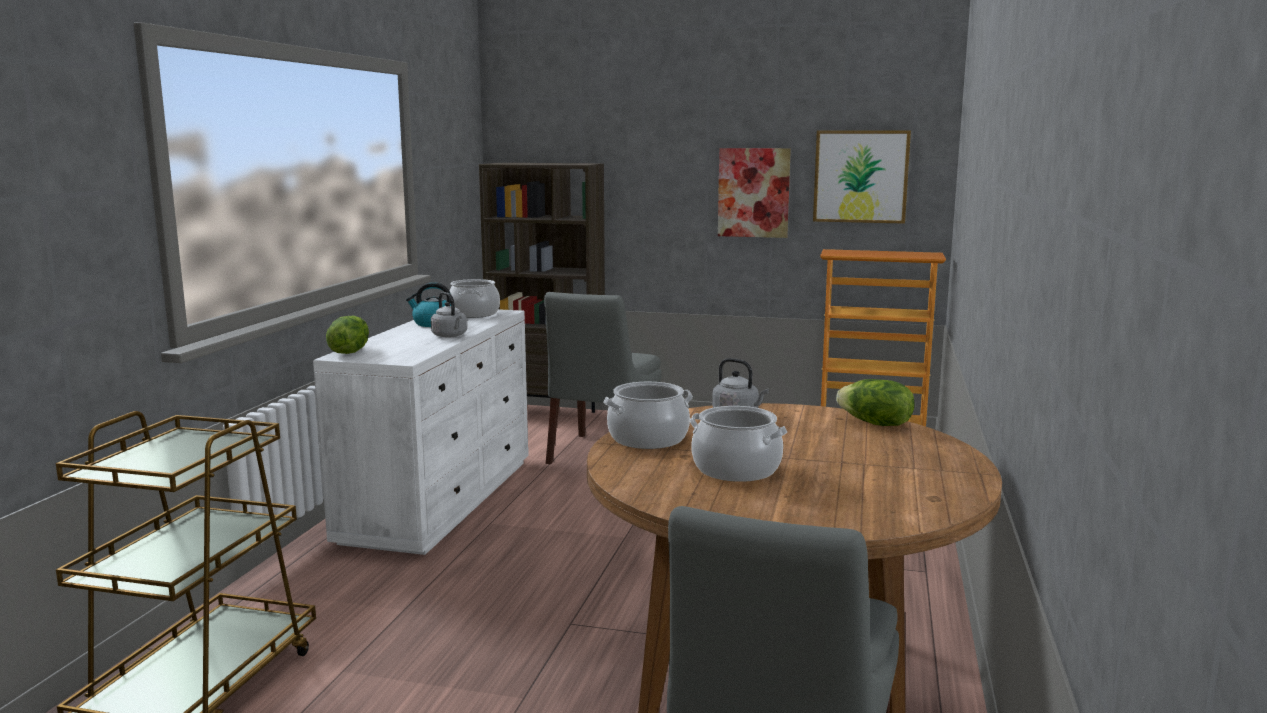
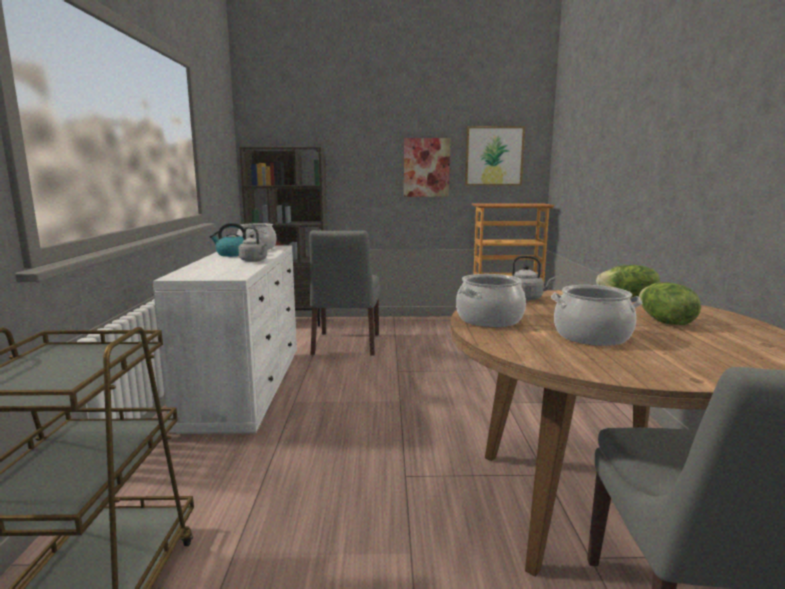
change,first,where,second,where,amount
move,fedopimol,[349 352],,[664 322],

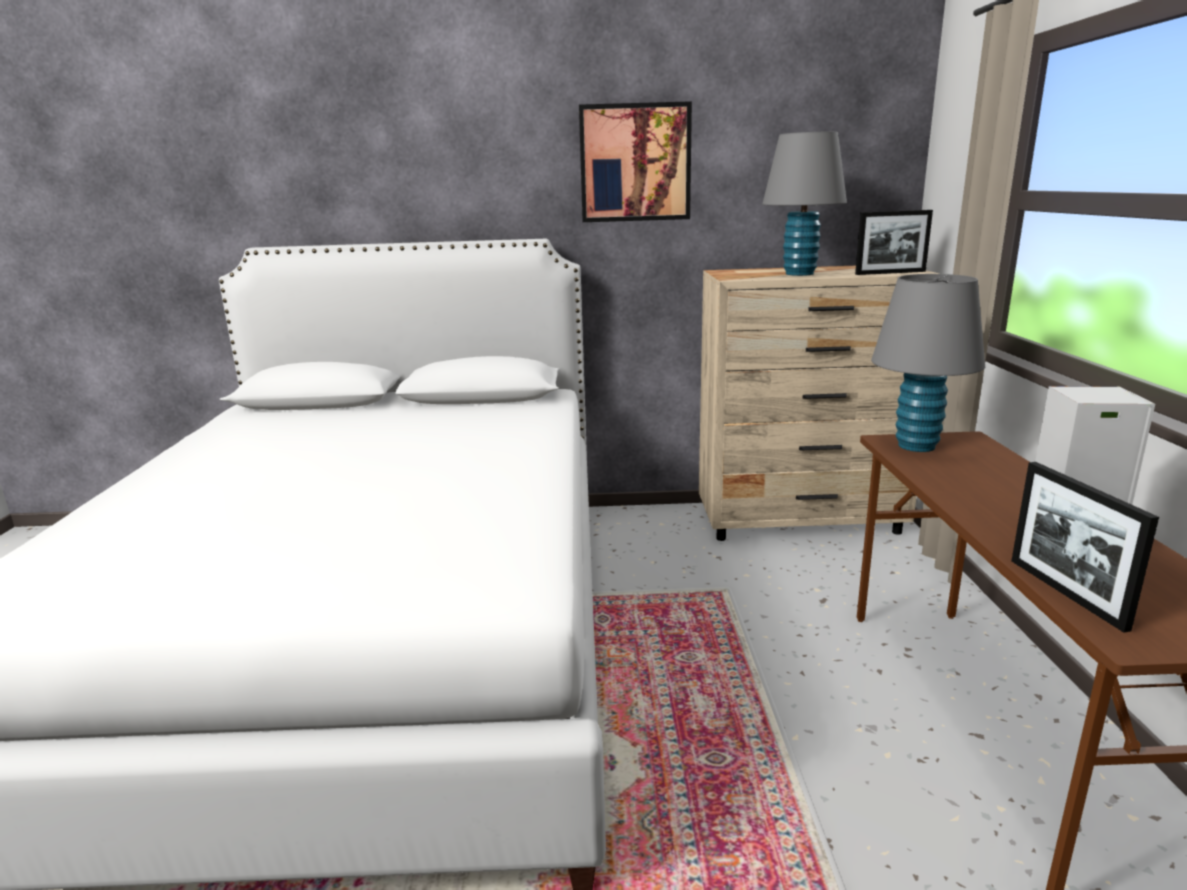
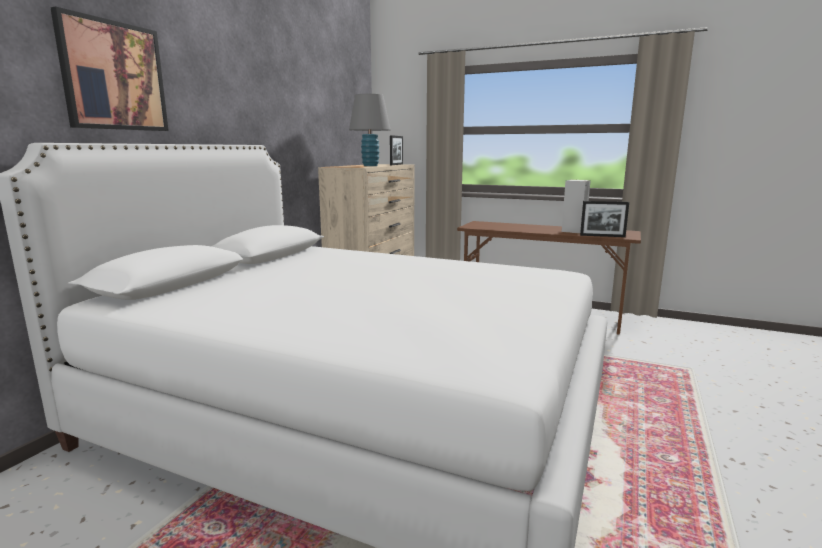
change,first,where,second,where,amount
delete,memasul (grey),[916 446],,,
move,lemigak,[635 163],,[113 76],

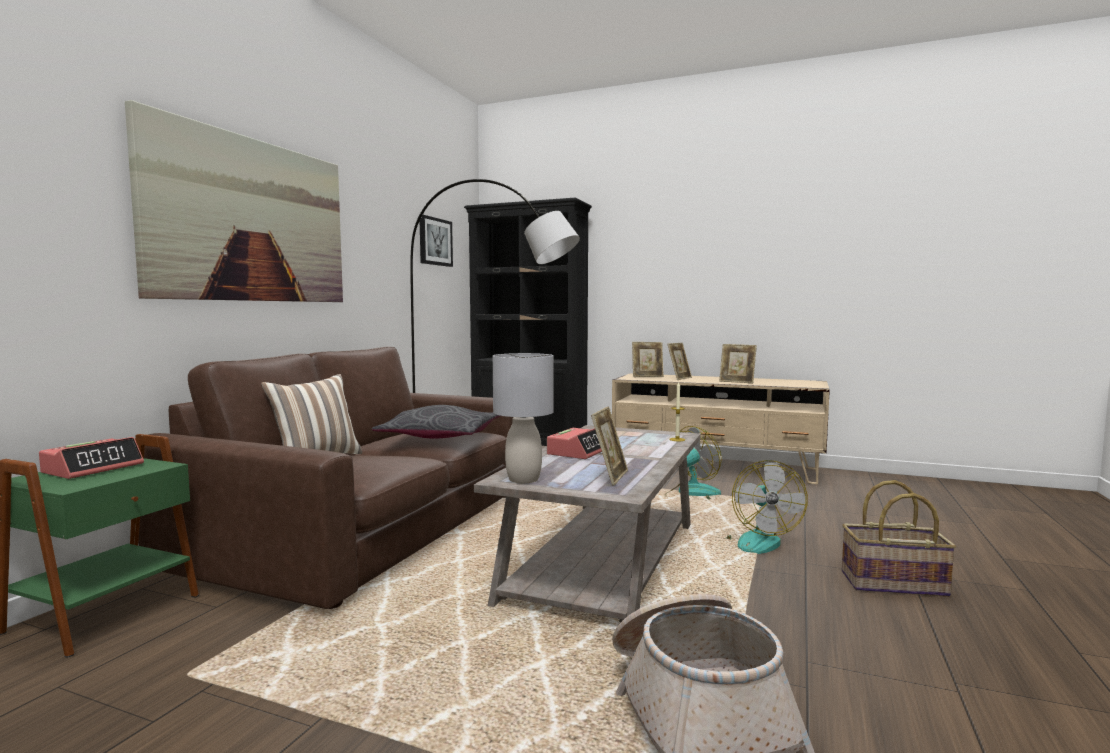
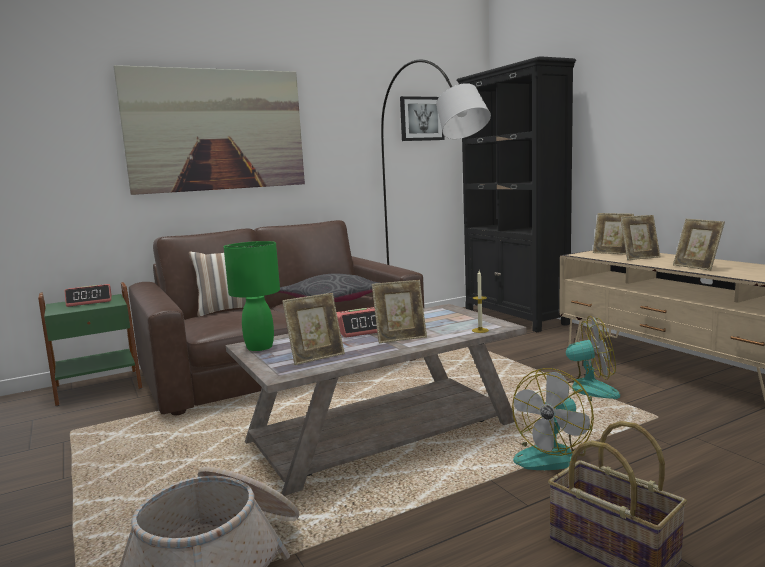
change,first,where,second,where,amount
insert,,,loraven,[400 338],
recolor,memasul (grey),[523 479],memasul (green),[259 347],

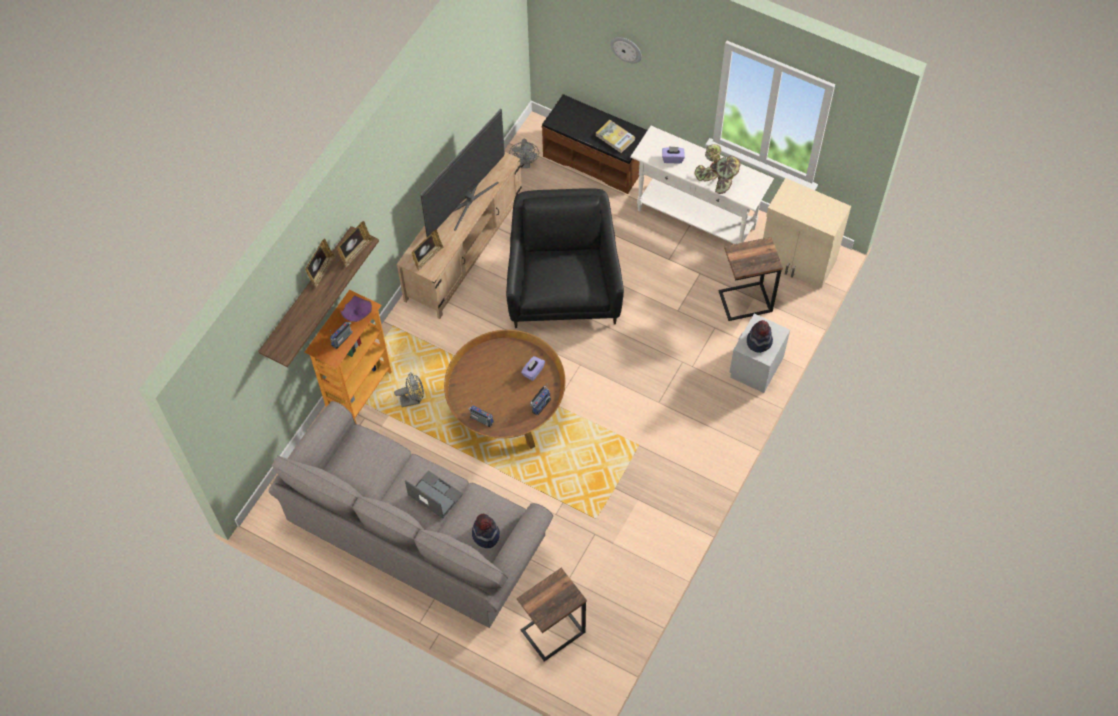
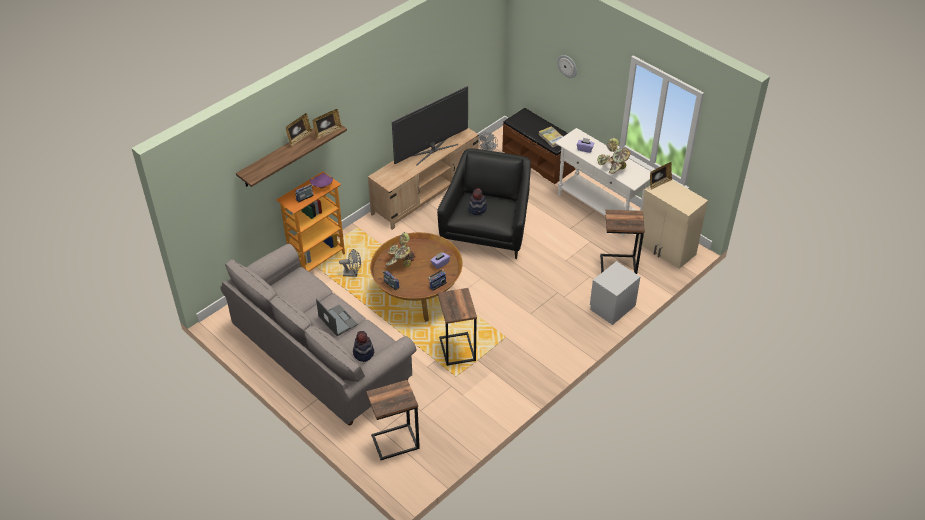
change,first,where,second,where,amount
insert,,,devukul,[399 261],
insert,,,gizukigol,[456 349],
move,loraven,[427 257],,[659 183],
move,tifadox,[759 341],,[477 209],

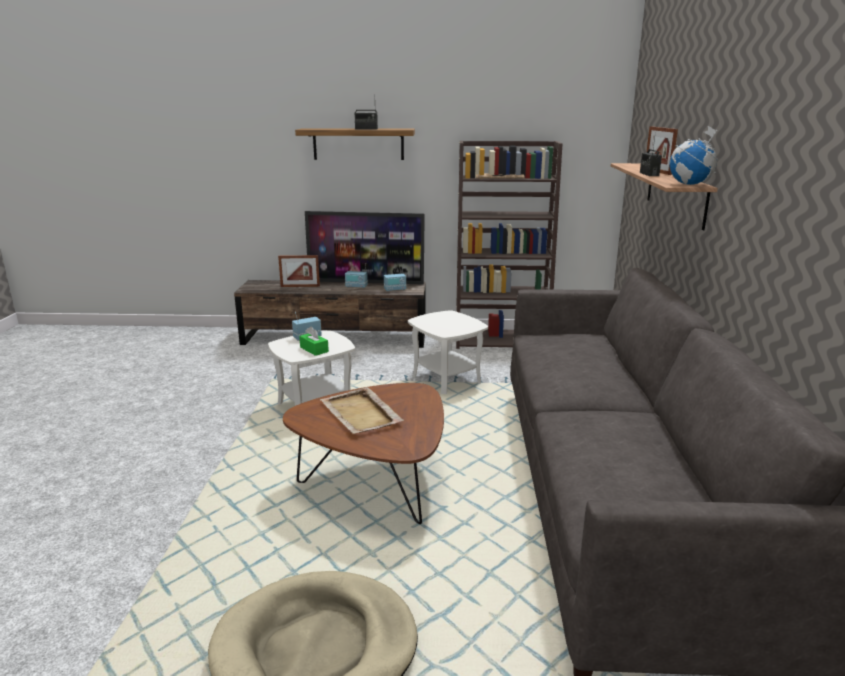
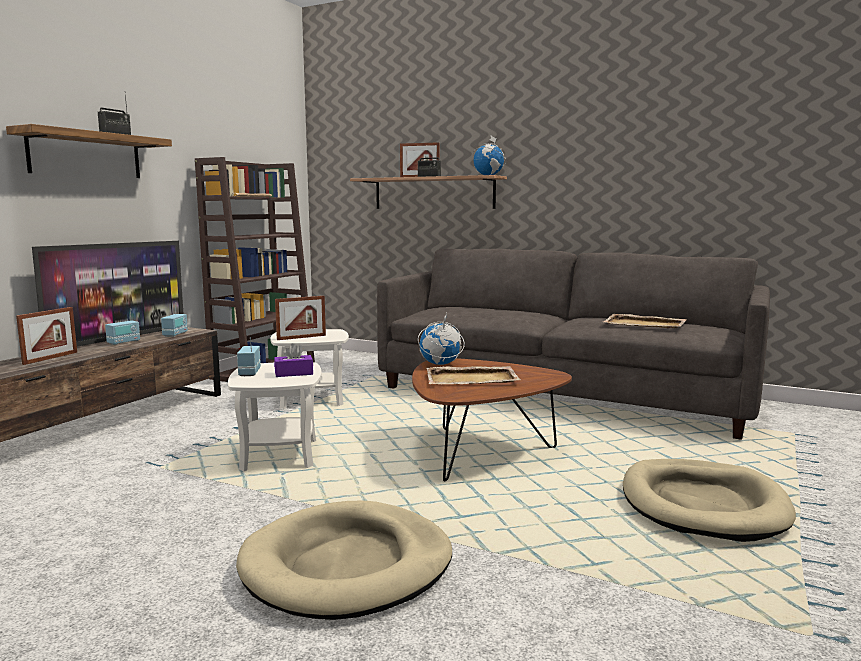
change,first,where,second,where,amount
insert,,,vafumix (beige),[347 566],
insert,,,loraven,[301 337],
insert,,,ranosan,[440 364],
insert,,,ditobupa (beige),[645 324],
recolor,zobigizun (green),[314 349],zobigizun (purple),[294 373],

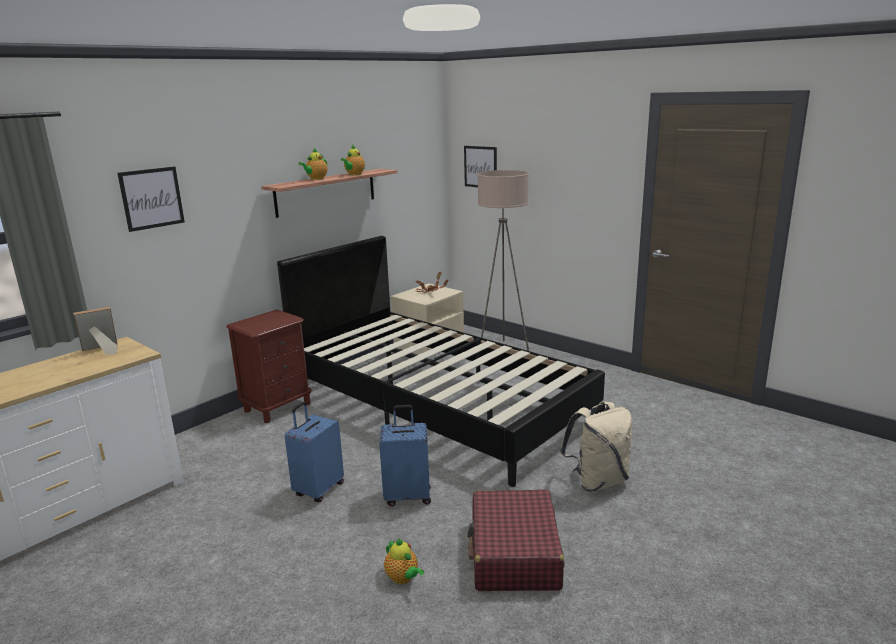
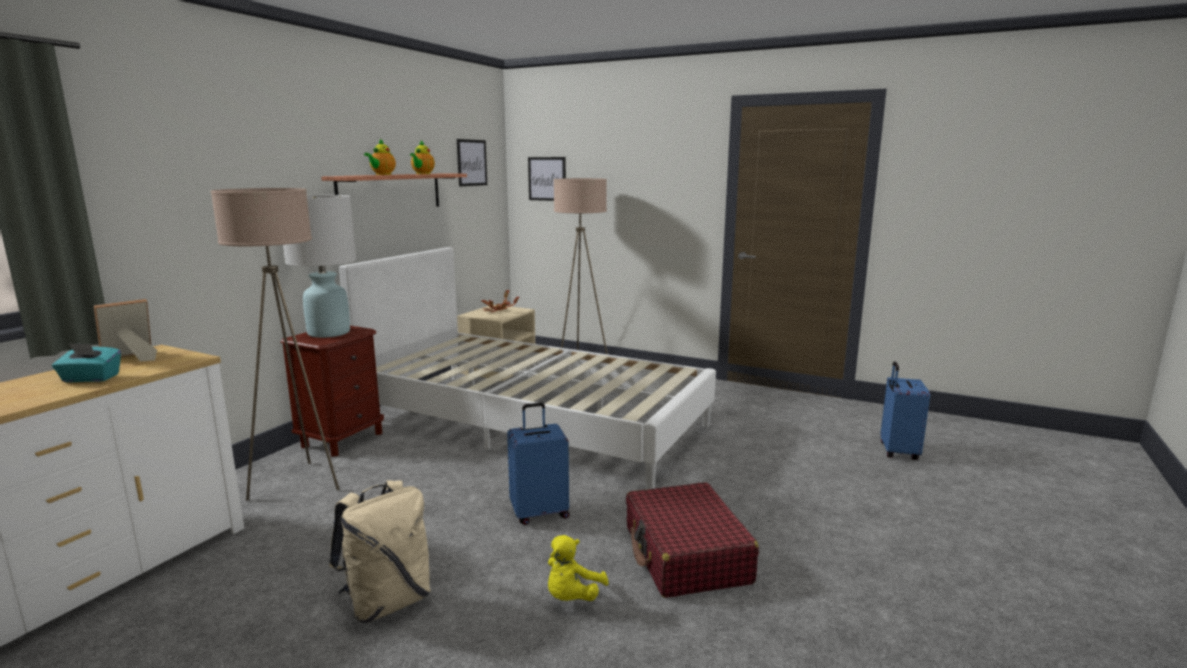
change,first,where,second,where,amount
insert,,,zobigizun (turquoise),[91 378],
insert,,,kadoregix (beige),[298 484],
insert,,,memasul (white),[329 333],
move,lemigak,[152 198],,[471 162],
move,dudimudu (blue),[318 490],,[897 452],
move,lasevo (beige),[598 481],,[387 601],
replace,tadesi,[403 578],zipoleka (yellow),[572 597],
recolor,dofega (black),[436 404],dofega (white),[532 422],

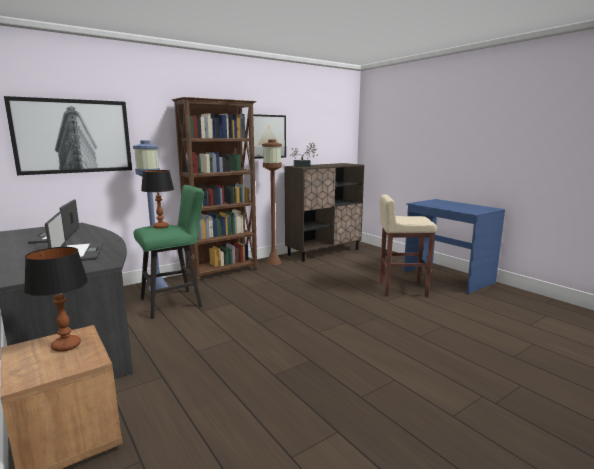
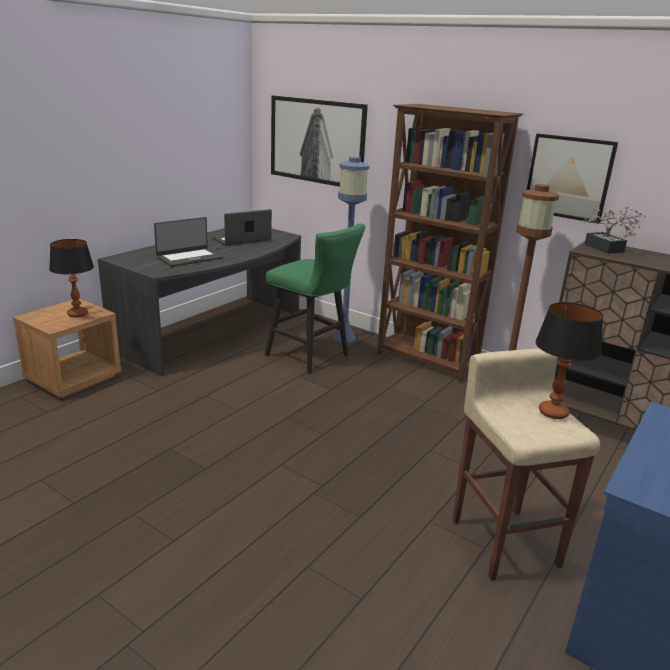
change,first,where,second,where,amount
move,memasul,[160 227],,[553 412],

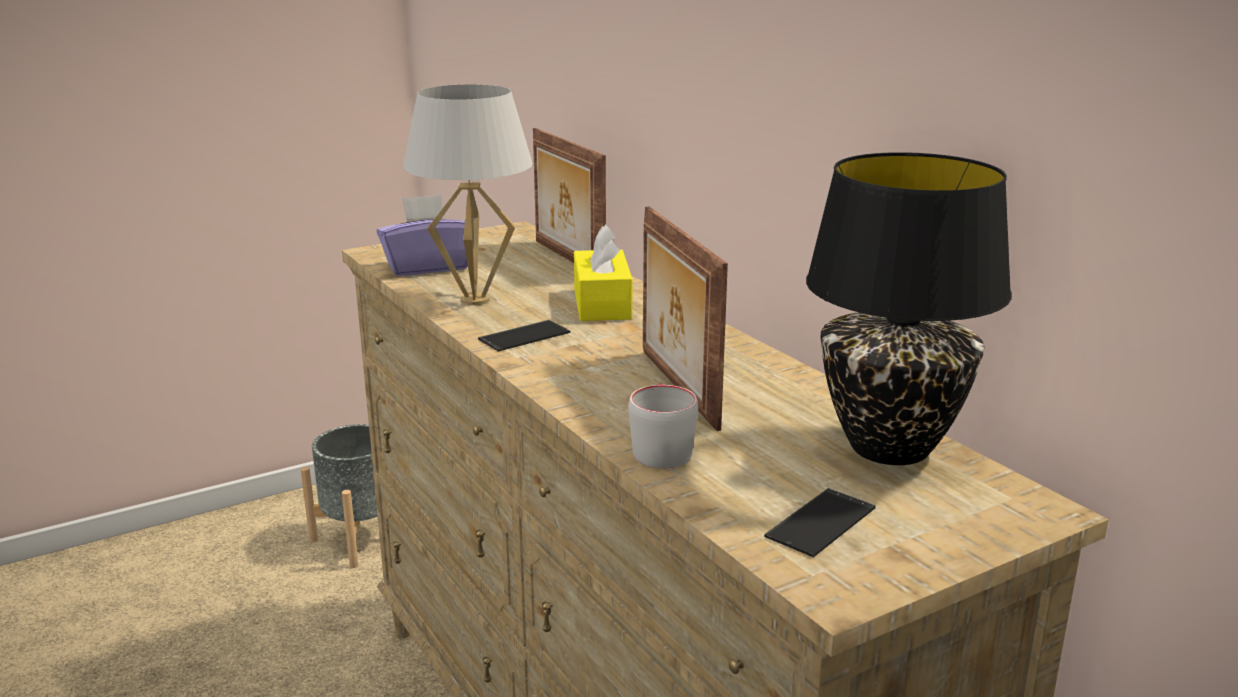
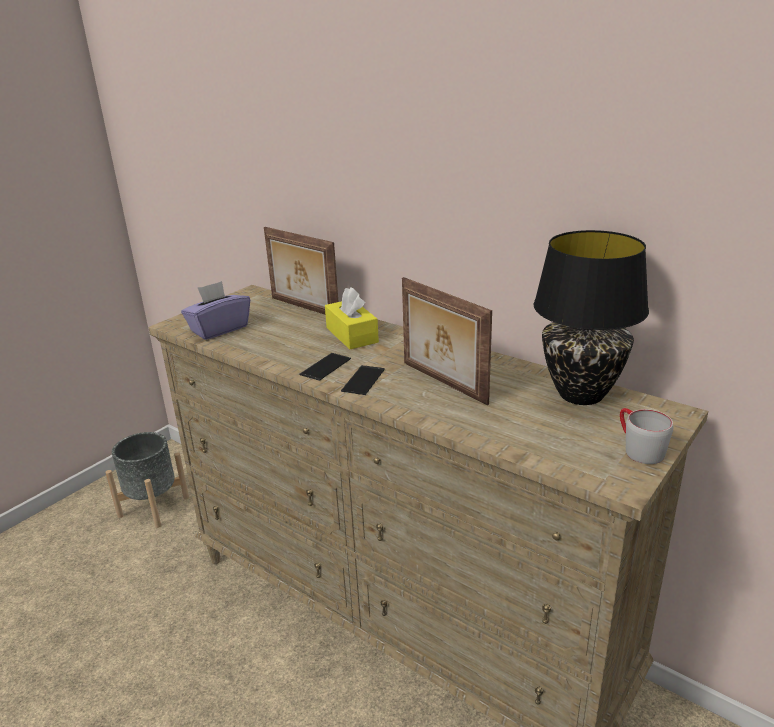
change,first,where,second,where,amount
delete,memasul (white),[475 300],,,
move,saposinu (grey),[660 448],,[637 448],
move,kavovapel,[821 523],,[363 380],

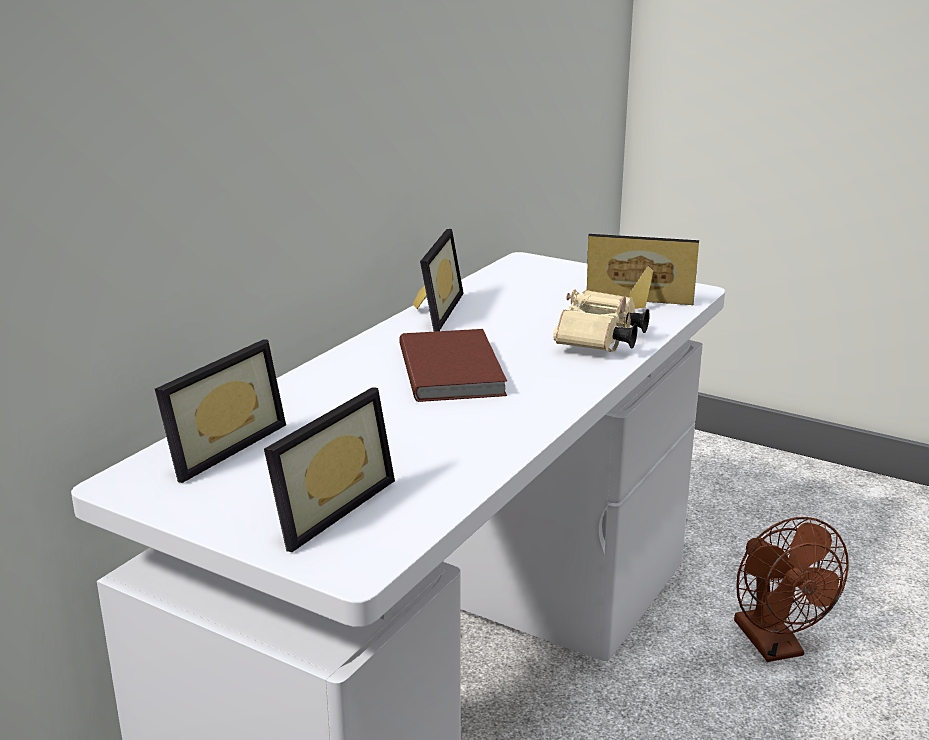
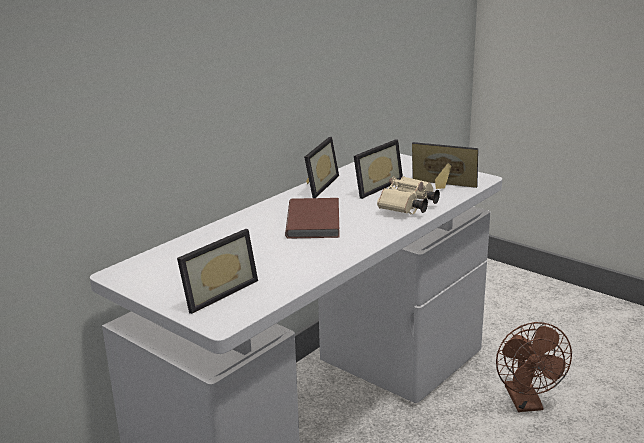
change,first,where,second,where,amount
move,loraven,[217 446],,[373 186],

